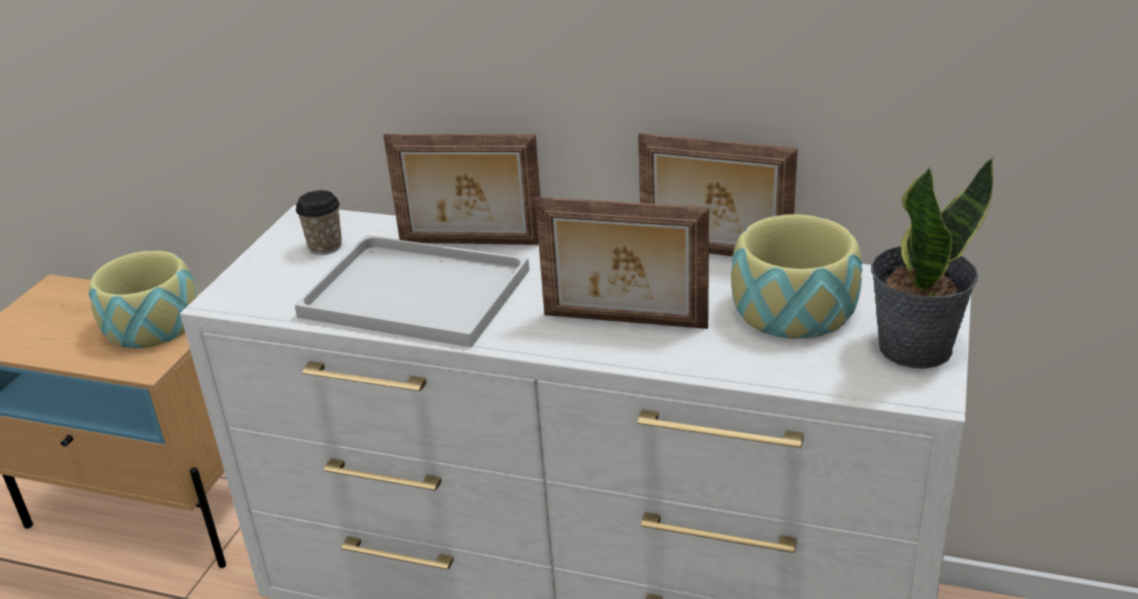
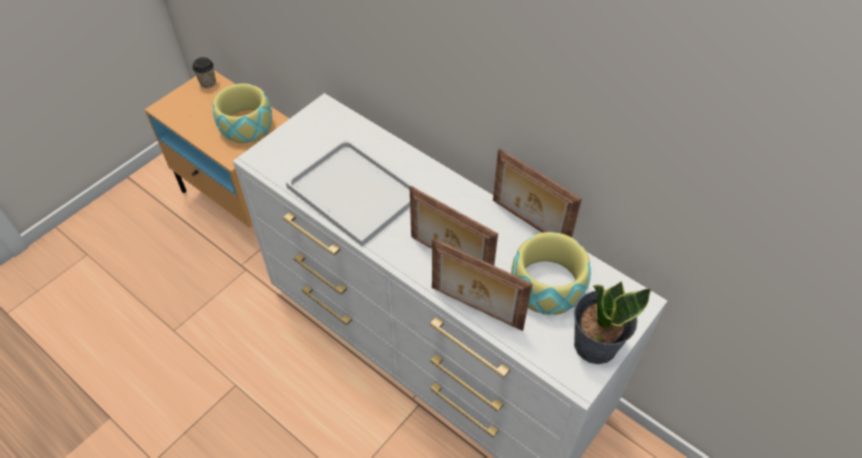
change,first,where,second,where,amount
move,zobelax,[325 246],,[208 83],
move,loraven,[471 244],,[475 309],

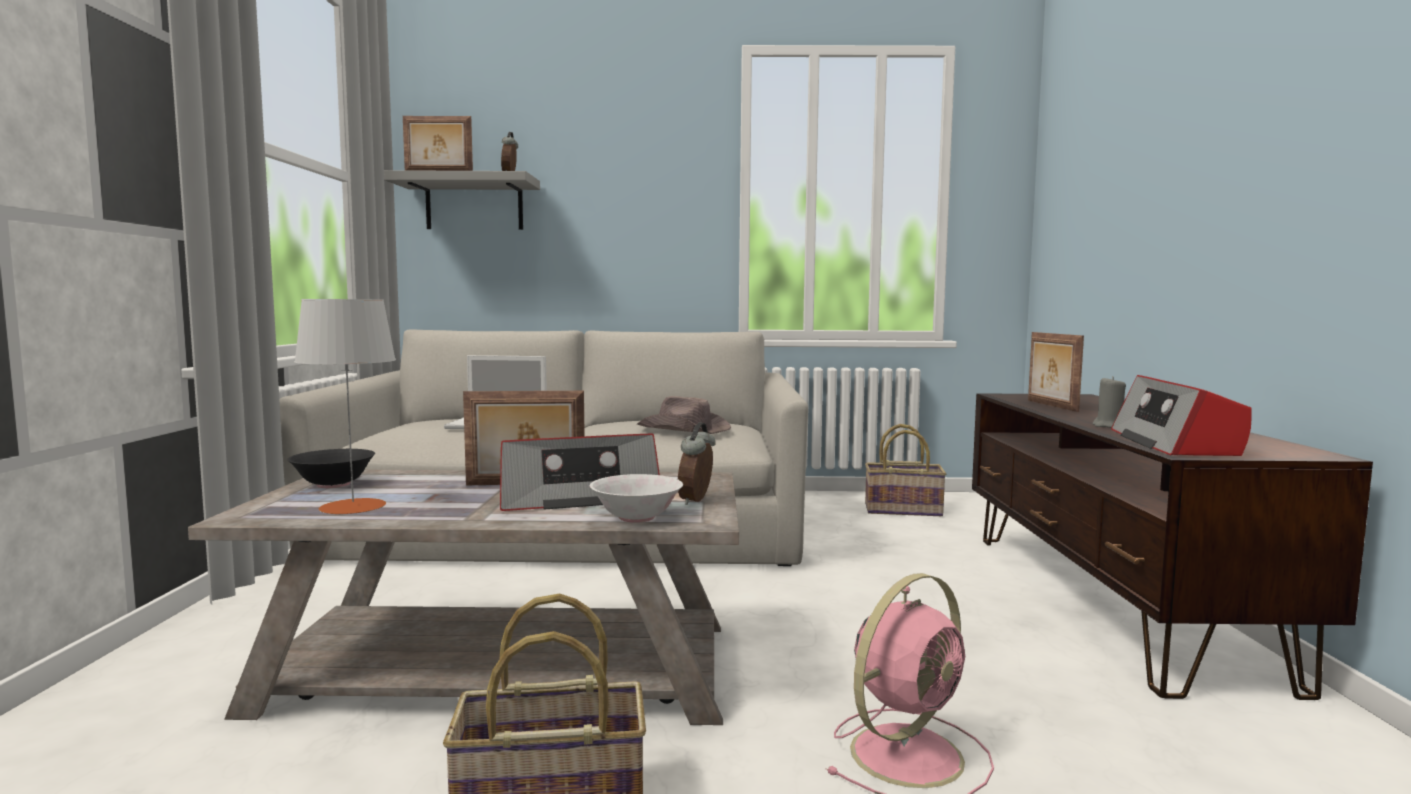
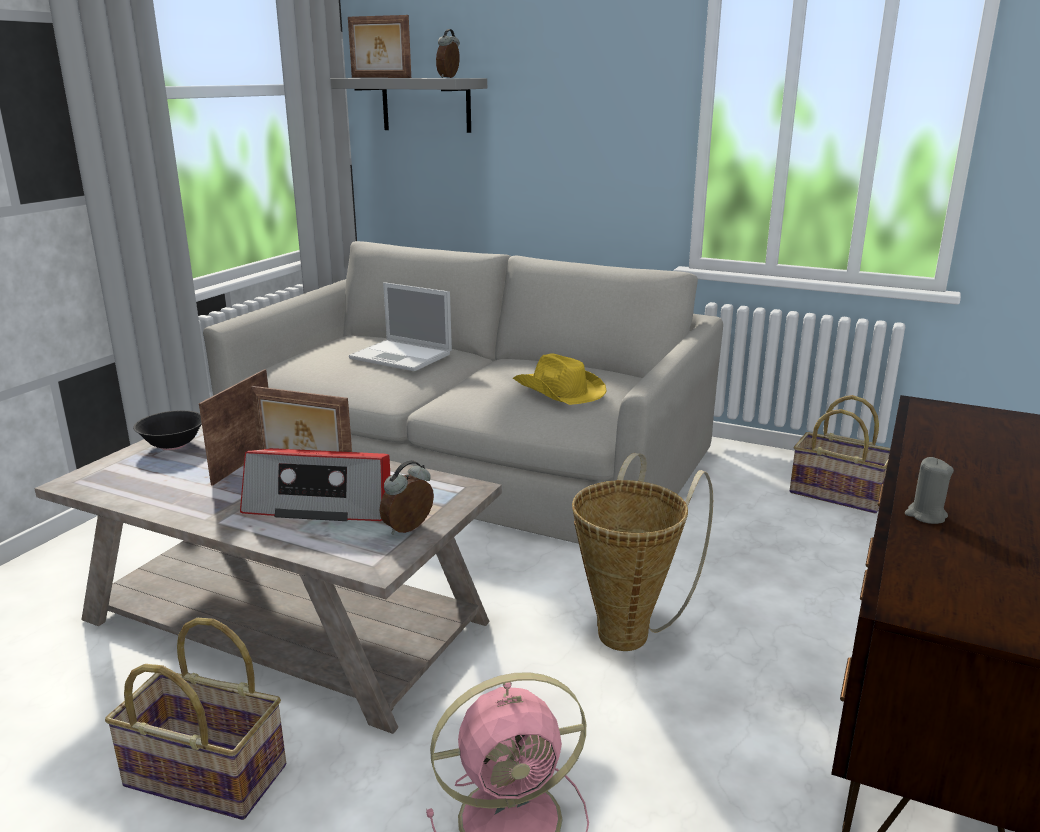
change,first,where,second,where,amount
delete,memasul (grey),[353 506],,,
delete,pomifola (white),[636 517],,,
delete,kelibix,[1174 443],,,
insert,,,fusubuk,[630 630],
move,loraven,[1050 405],,[242 463],
recolor,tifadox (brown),[684 430],tifadox (yellow),[558 391],

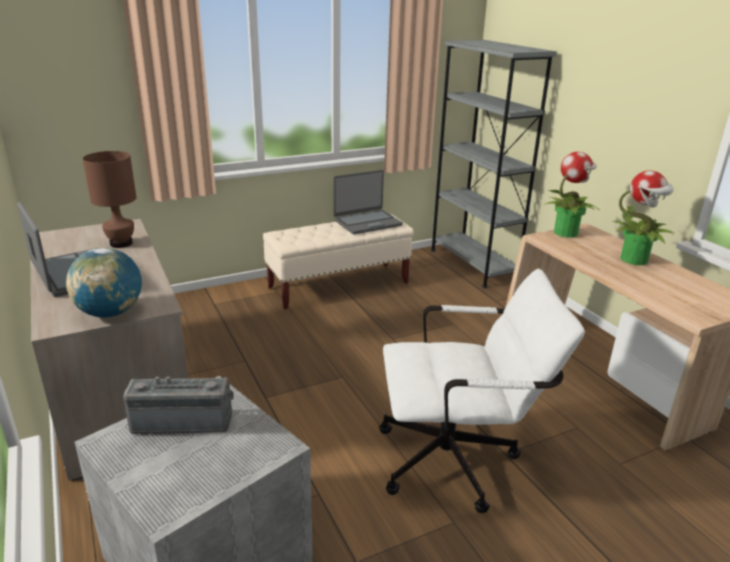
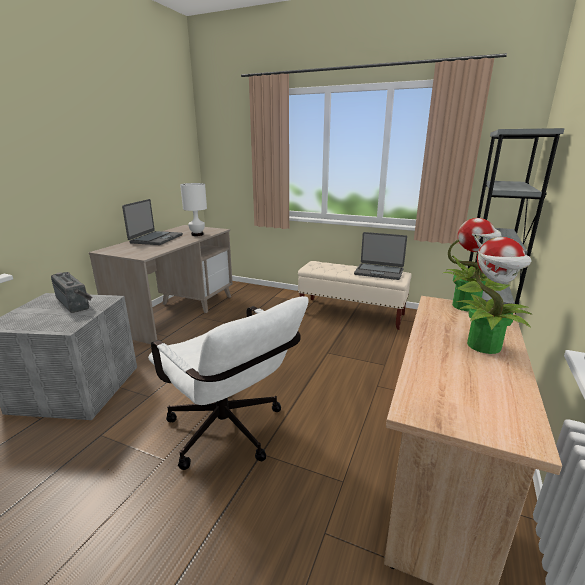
change,first,where,second,where,amount
delete,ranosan,[110 313],,,
recolor,memasul (brown),[121 243],memasul (white),[197 234],

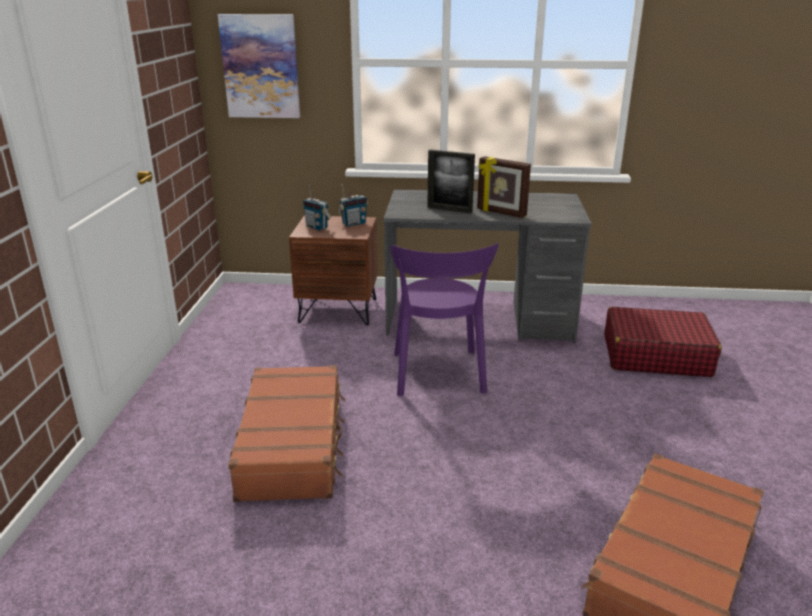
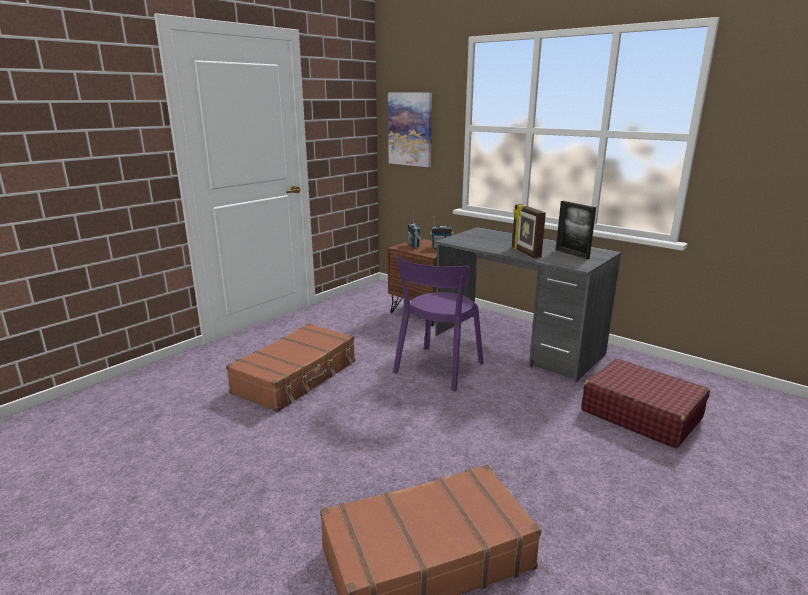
change,first,where,second,where,amount
move,loraven,[449 209],,[572 254],

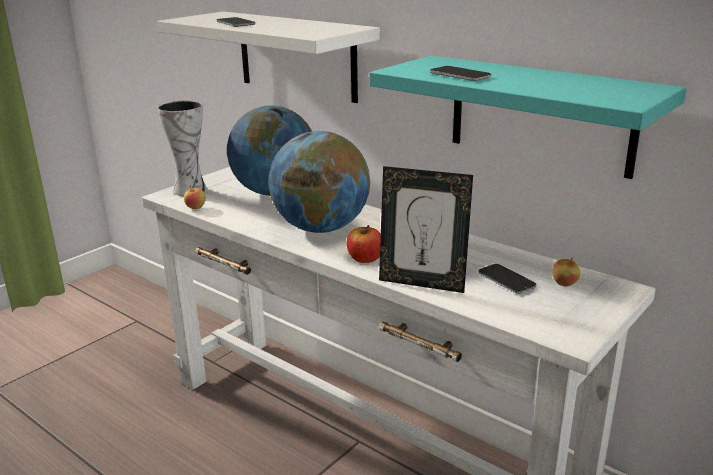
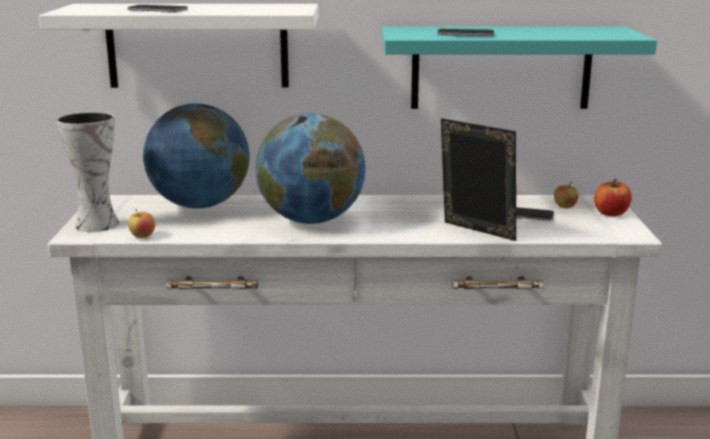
change,first,where,second,where,amount
move,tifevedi,[365 259],,[611 213],
rotate,loraven,[422 283],,[475 233],120 degrees counterclockwise

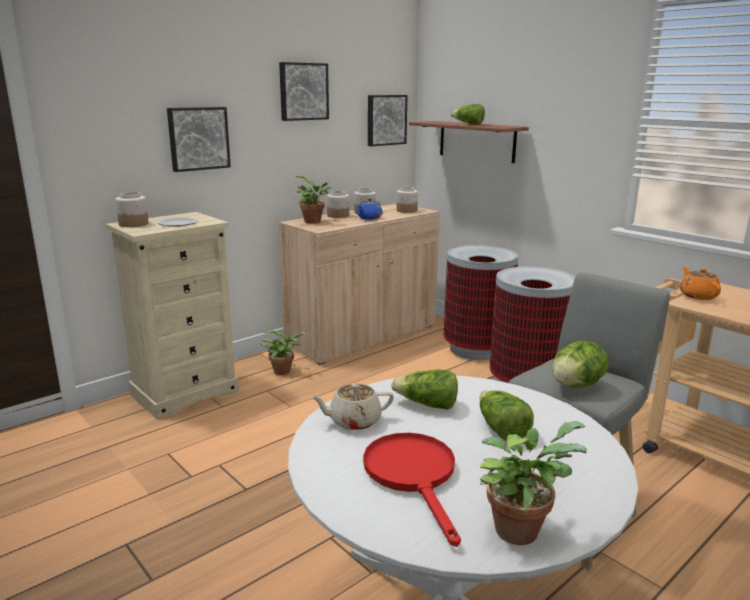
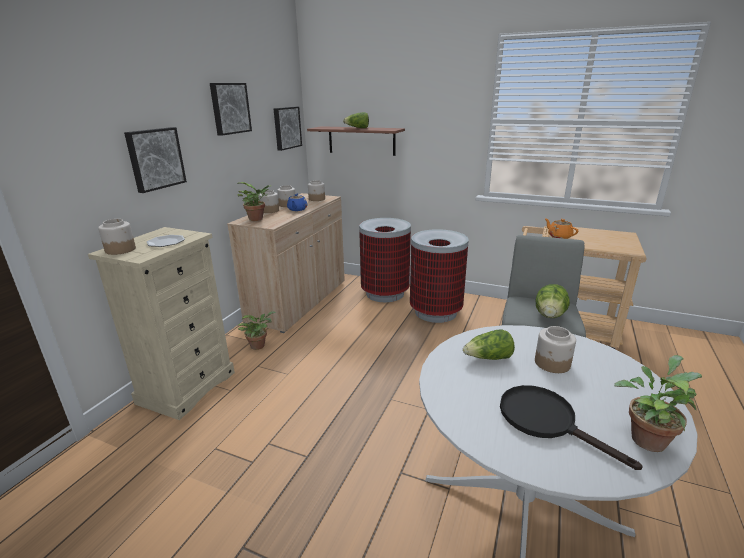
change,first,where,second,where,amount
delete,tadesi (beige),[353 421],,,
replace,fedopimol,[501 429],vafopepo,[552 363],
recolor,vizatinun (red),[414 476],vizatinun (black),[546 421],

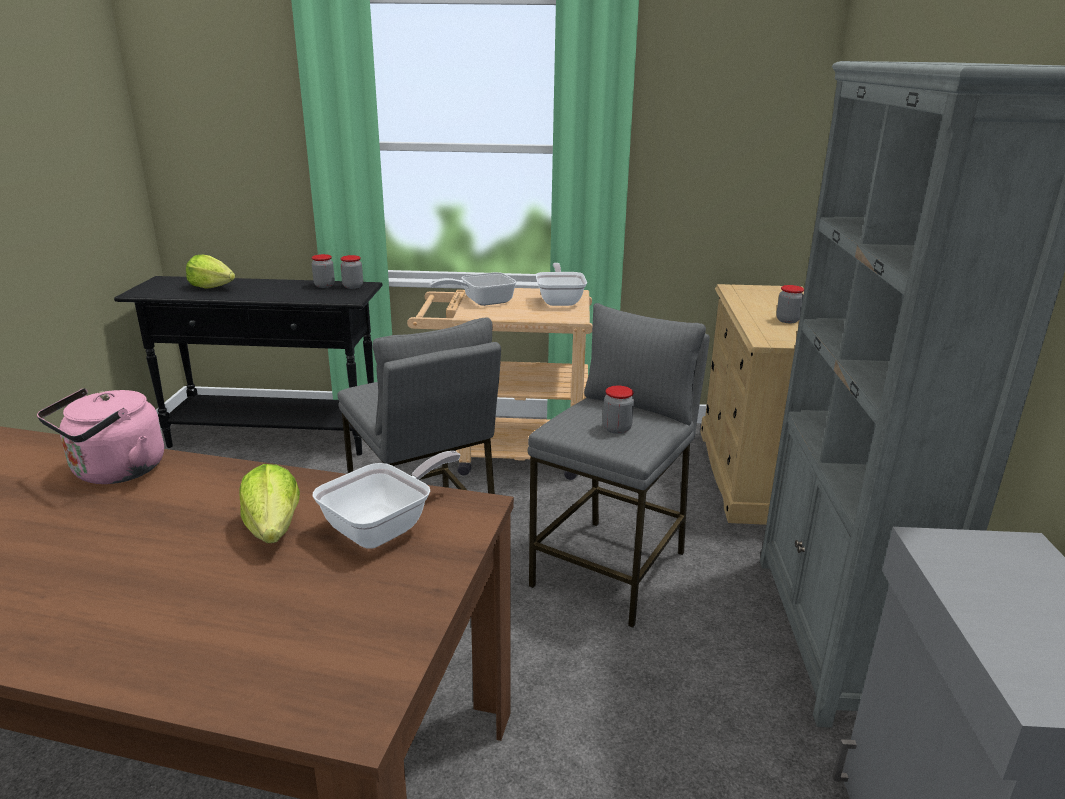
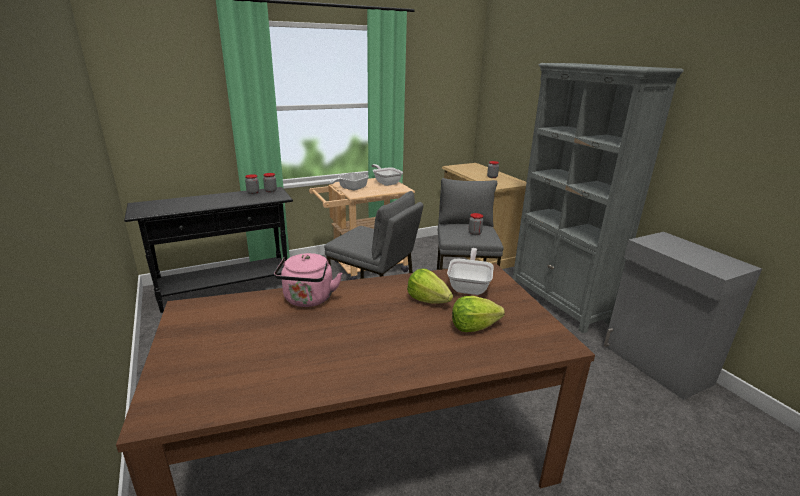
change,first,where,second,where,amount
move,fedopimol,[211 287],,[473 327],

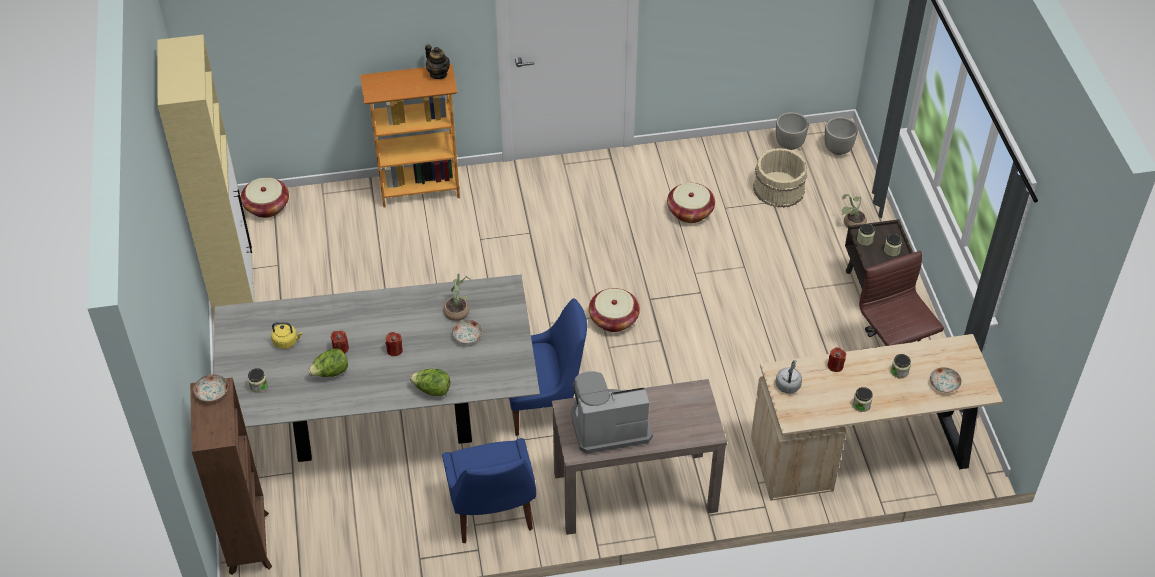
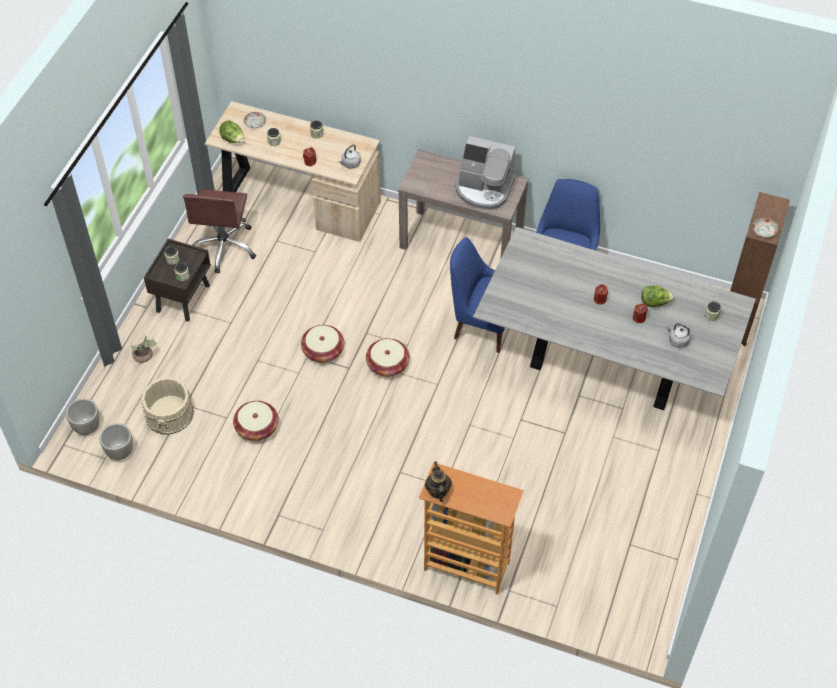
change,first,where,second,where,amount
delete,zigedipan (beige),[235 291],,,
delete,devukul,[458 310],,,
delete,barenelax,[467 336],,,
move,fusubuk,[267 206],,[323 351],
move,fedopimol,[432 390],,[233 140],
recolor,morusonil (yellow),[287 341],morusonil (grey),[677 341],

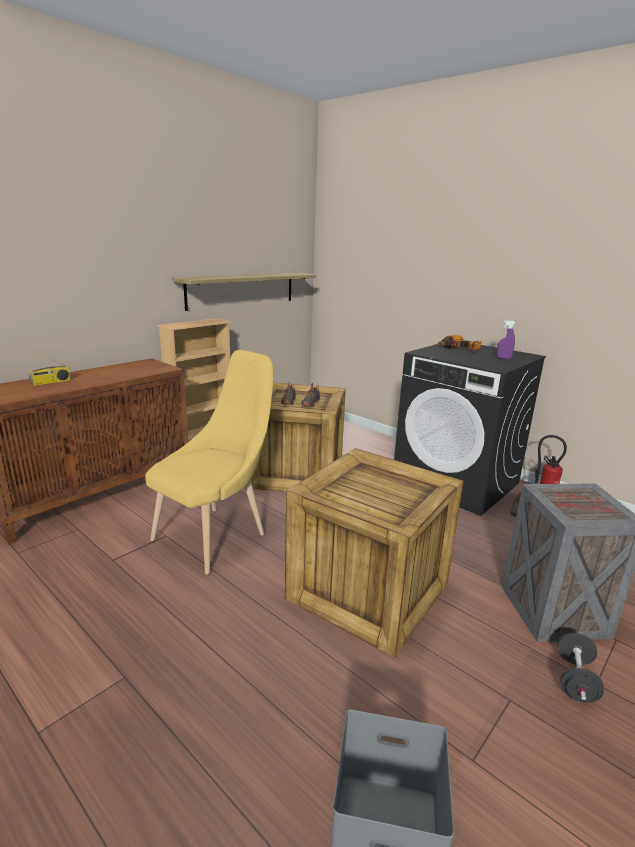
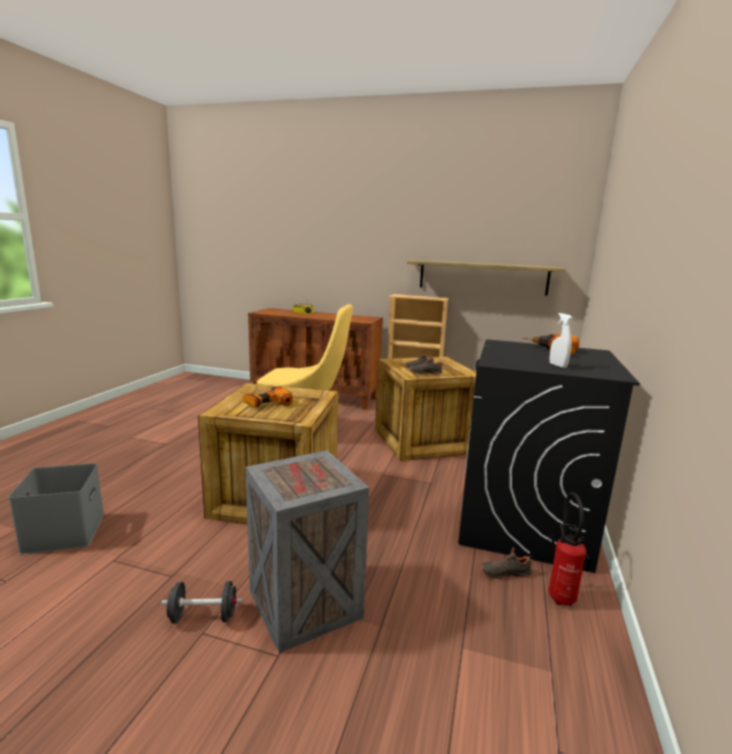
change,first,where,second,where,amount
insert,,,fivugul,[266 402],
recolor,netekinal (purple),[503 358],netekinal (white),[558 365],

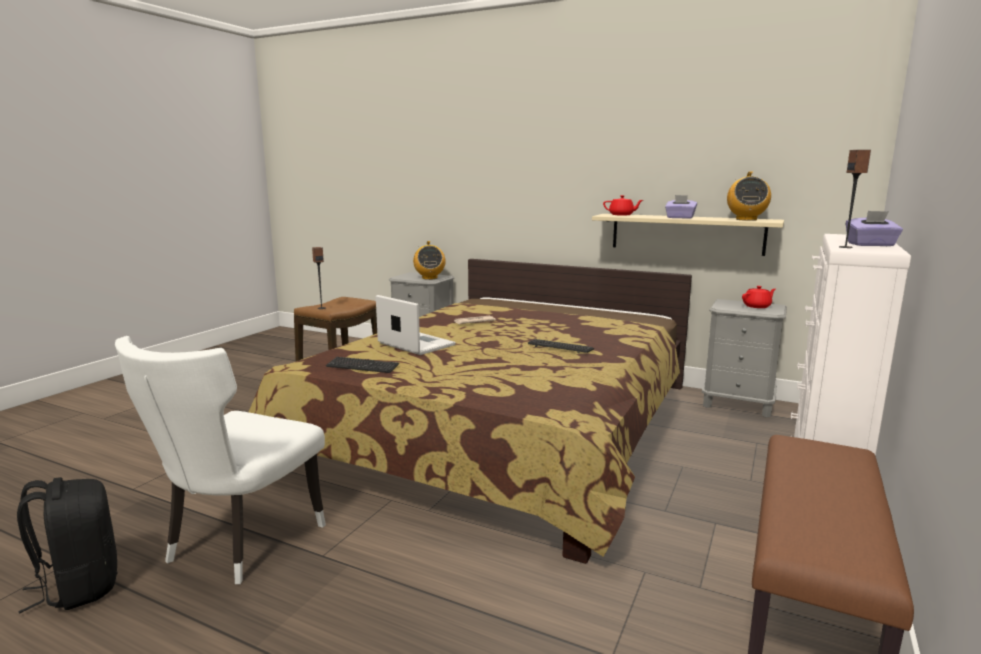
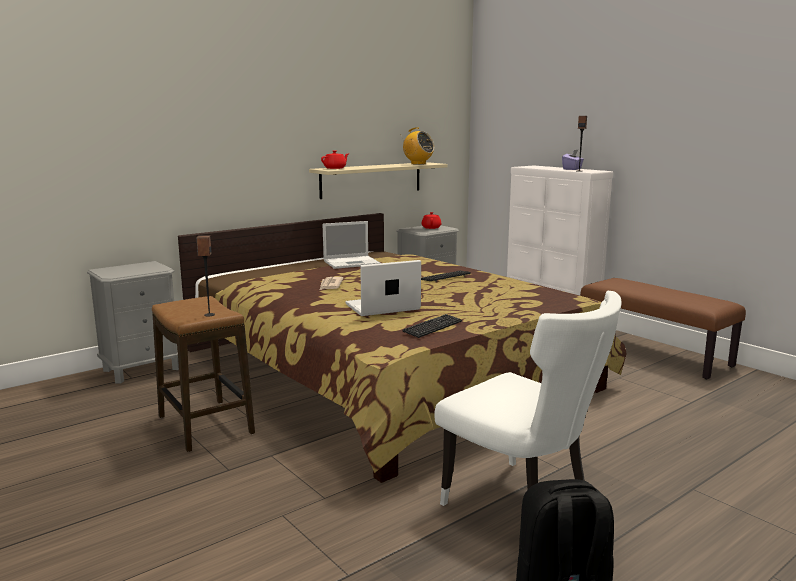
change,first,where,second,where,amount
delete,kelibix,[429 278],,,
delete,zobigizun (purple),[680 217],,,
insert,,,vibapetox,[352 262],

